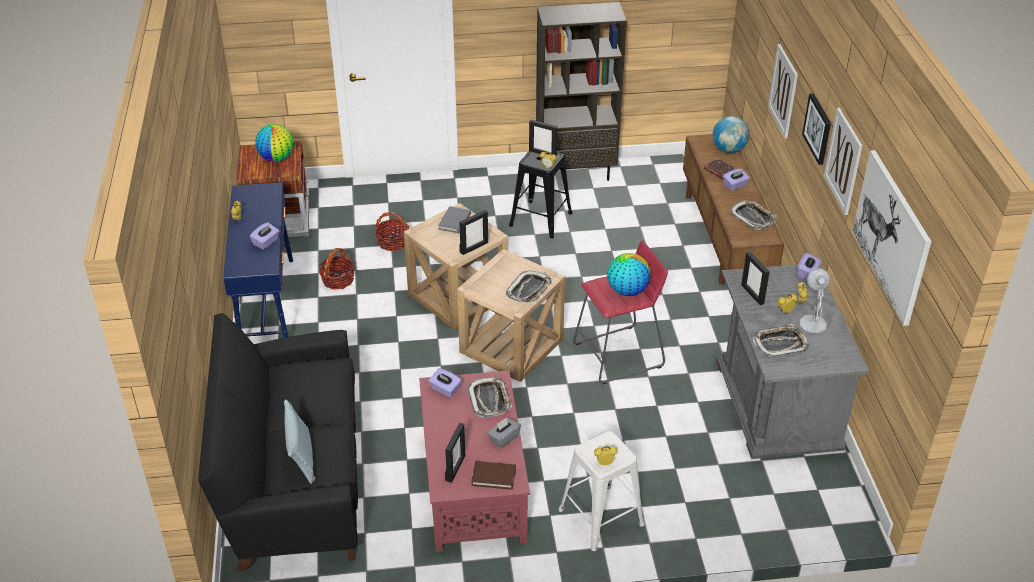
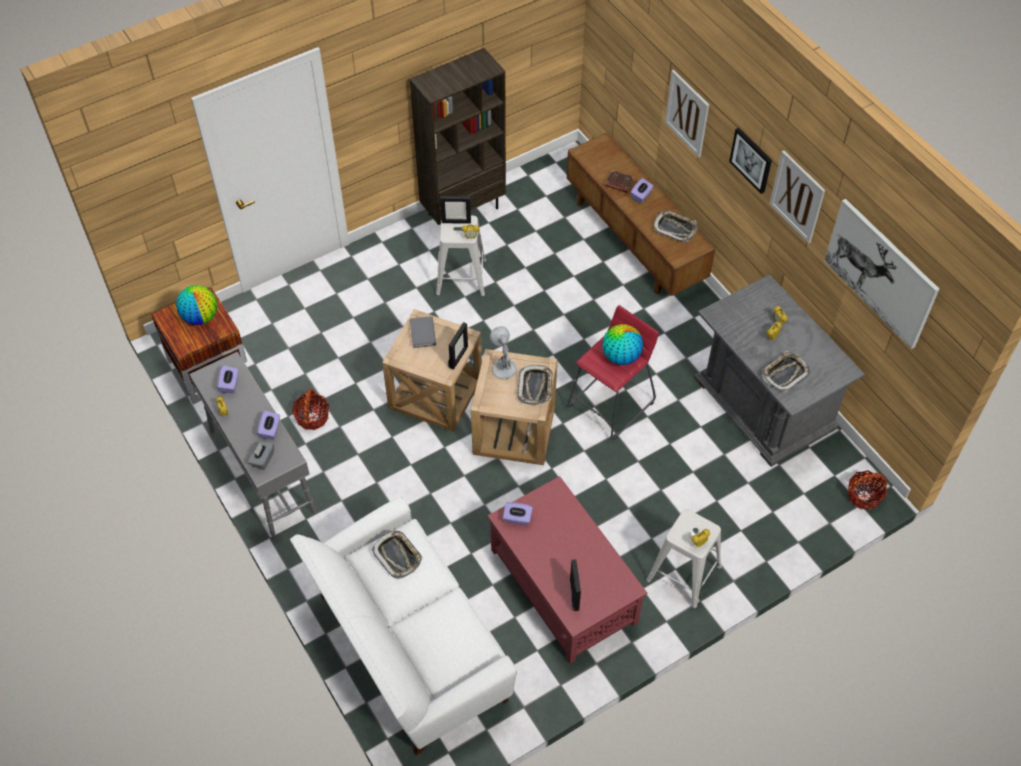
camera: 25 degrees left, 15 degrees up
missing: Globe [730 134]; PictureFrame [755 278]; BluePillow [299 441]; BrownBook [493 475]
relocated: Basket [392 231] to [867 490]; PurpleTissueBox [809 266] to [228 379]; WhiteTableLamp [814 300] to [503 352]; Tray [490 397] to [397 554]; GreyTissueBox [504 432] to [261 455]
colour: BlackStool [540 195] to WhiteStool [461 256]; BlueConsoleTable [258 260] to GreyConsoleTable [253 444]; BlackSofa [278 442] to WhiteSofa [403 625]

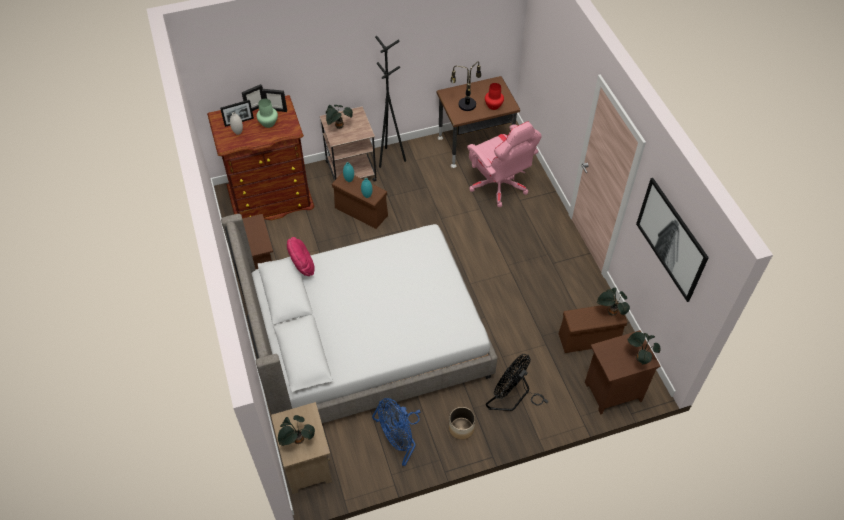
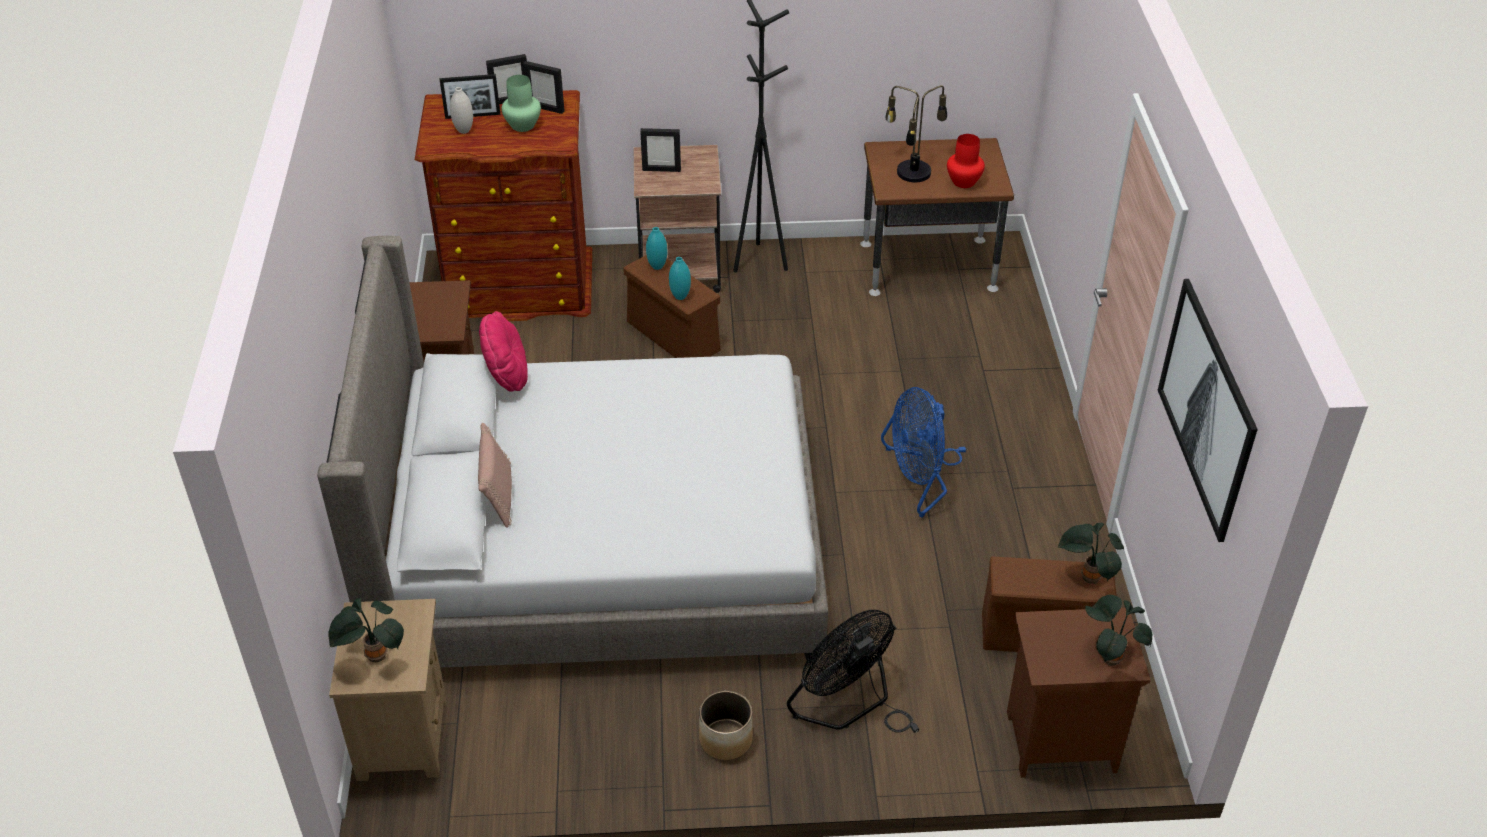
camera: 15 degrees right, 10 degrees down
missing: PinkOfficeChair [504 164]
appeared: BeigePillow [495 475]
relocated: BlueFan [396 432] to [924 452]
exchanged: PottedPlant [339 117] to PictureFrame [660 150]

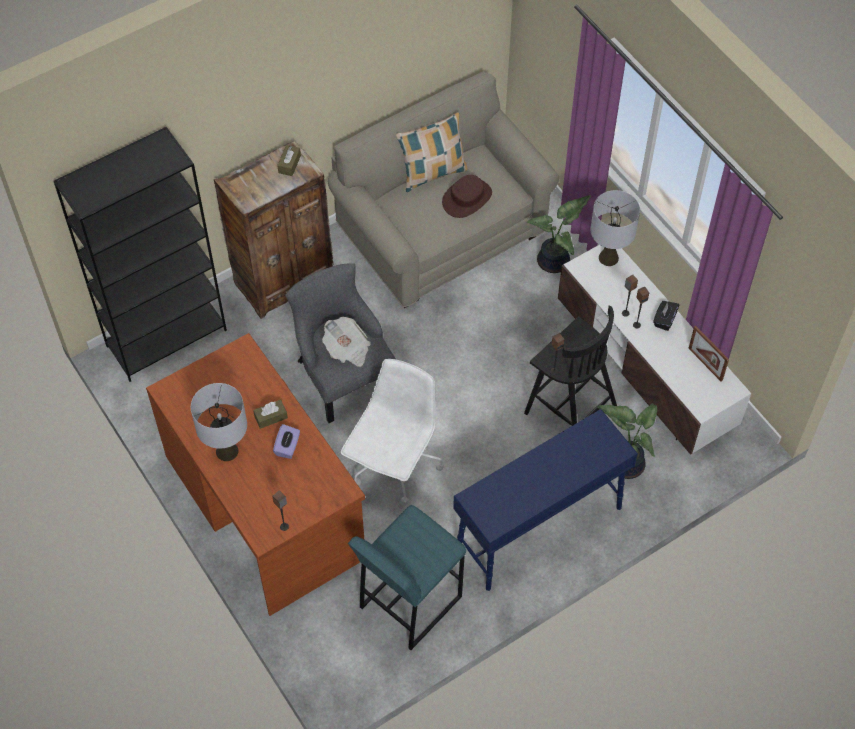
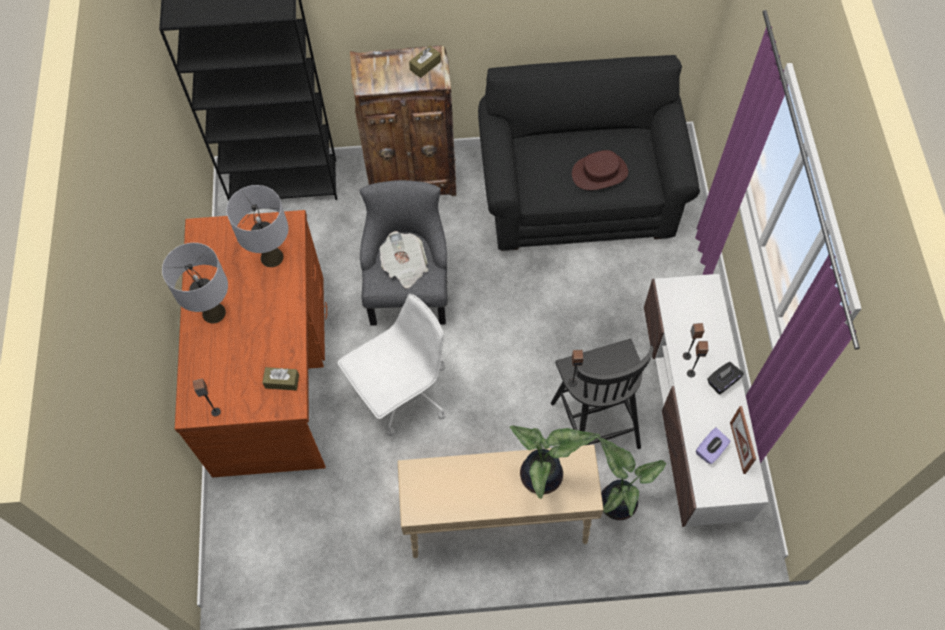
camera: 30 degrees right, 5 degrees up
missing: Pillow [431 152]; TurquoiseStool [407 577]
relocated: GreyTableLamp [615 228] to [257 226]; PottedPlant [559 234] to [554 462]; BrownTissueBox [270 414] to [280 378]; PurpleTissueBox [286 441] to [713 445]
colour: BeigeSofa [444 189] to BlackSofa [589 153]; BlueConsoleTable [545 500] to BeigeConsoleTable [501 501]

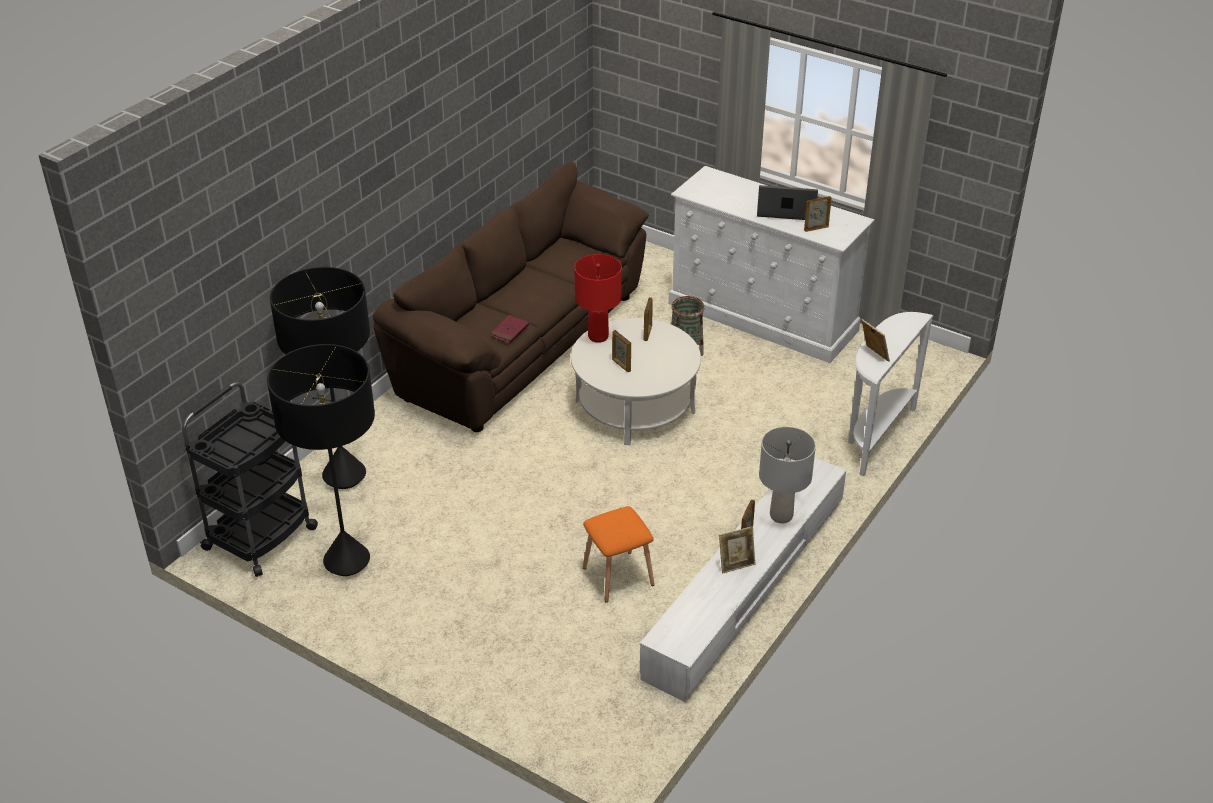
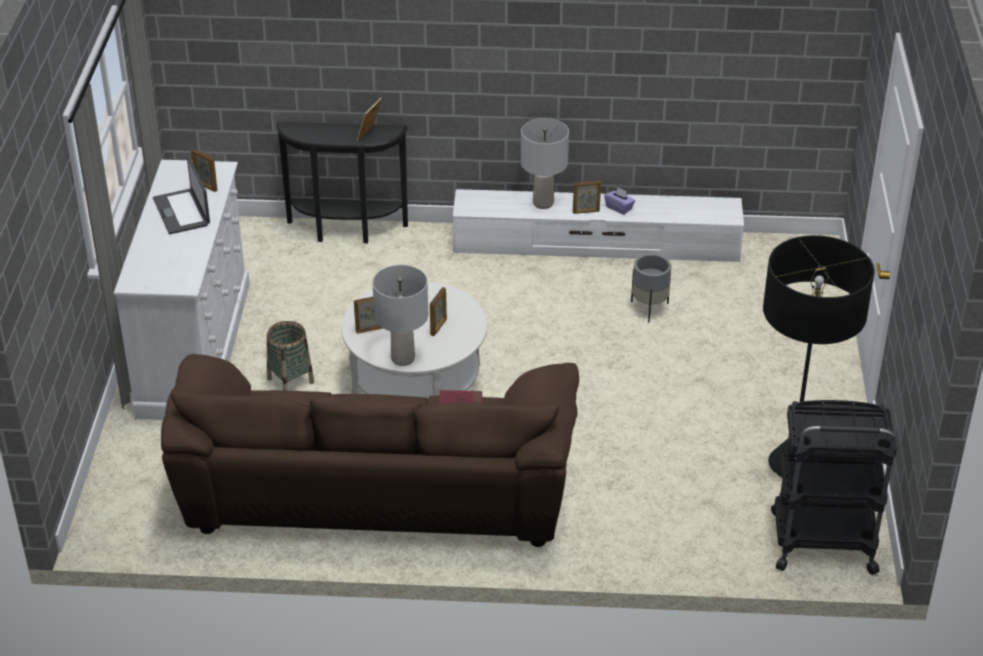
camera: 120 degrees left, 0 degrees up
missing: BlackFloorLamp [320 378]
exchanged: OrangeStool [618 554] to GreyPlanter [651 288]; PictureFrame [737 549] to PurpleTissueBox [619 201]
colour: RedTableLamp [598 298] to GreyTableLamp [400 315]; WhiteConsoleTable [890 394] to BlackConsoleTable [342 182]

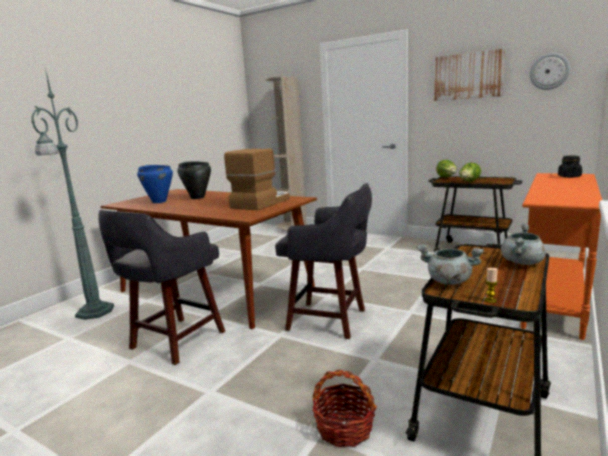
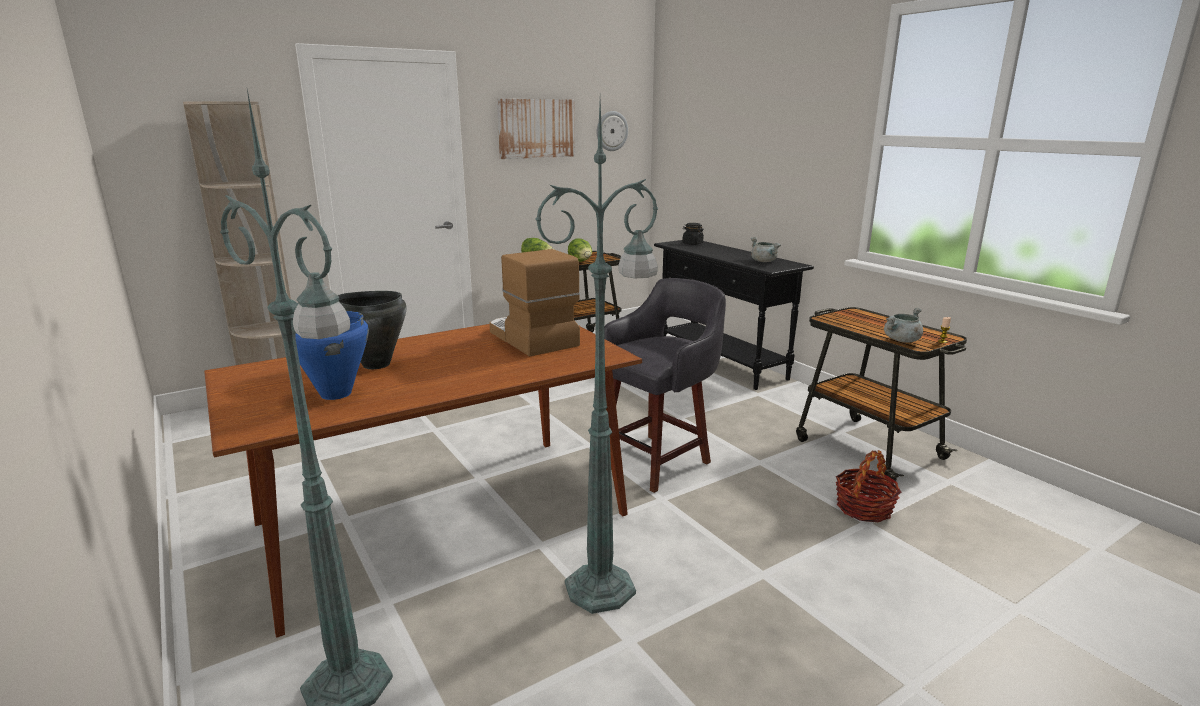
camera: 65 degrees left, 5 degrees up
relocated: GreyCookingPot [523 244] to [765 249]
exchanged: GreyStool [161 287] to GreenFloorLamp [596 358]
colour: OrangeConsoleTable [561 256] to BlackConsoleTable [734 315]

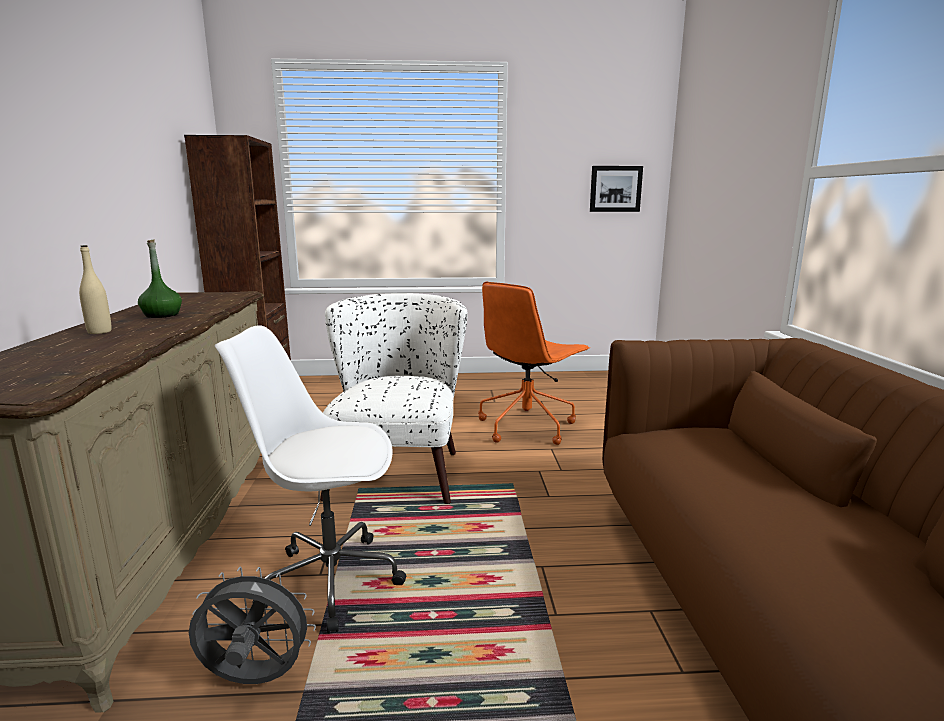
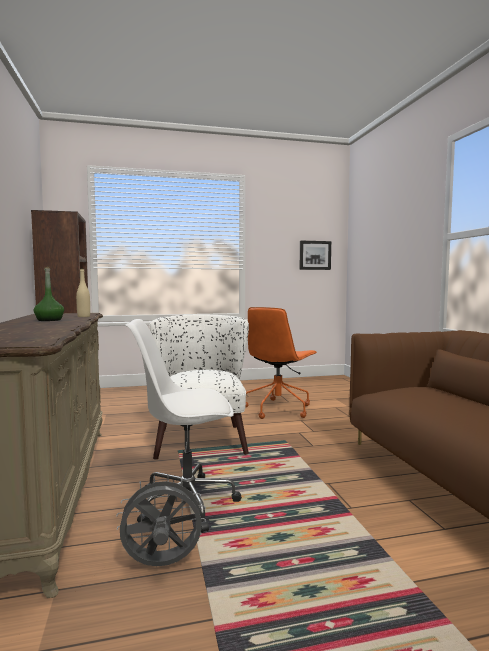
camera: 10 degrees left, 10 degrees down
relocated: BeigeBottle [95 289] to [83 292]

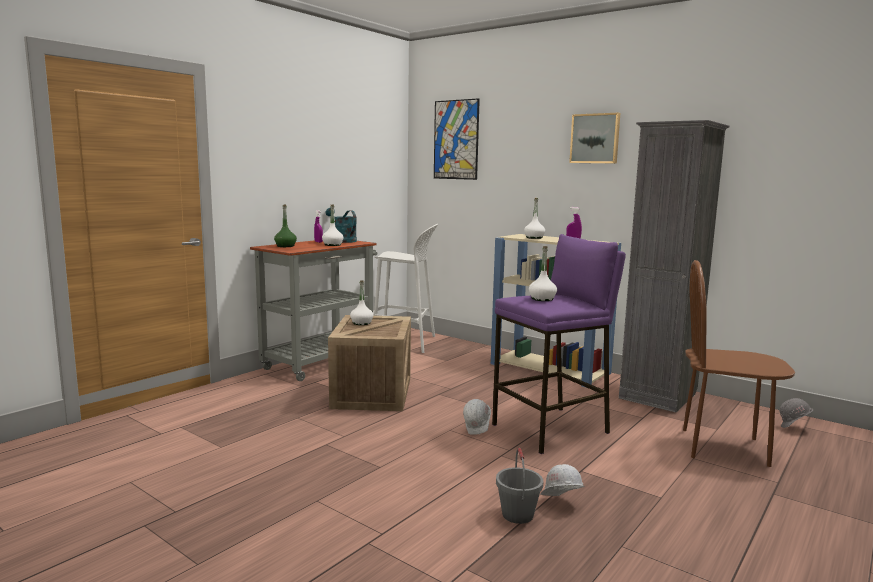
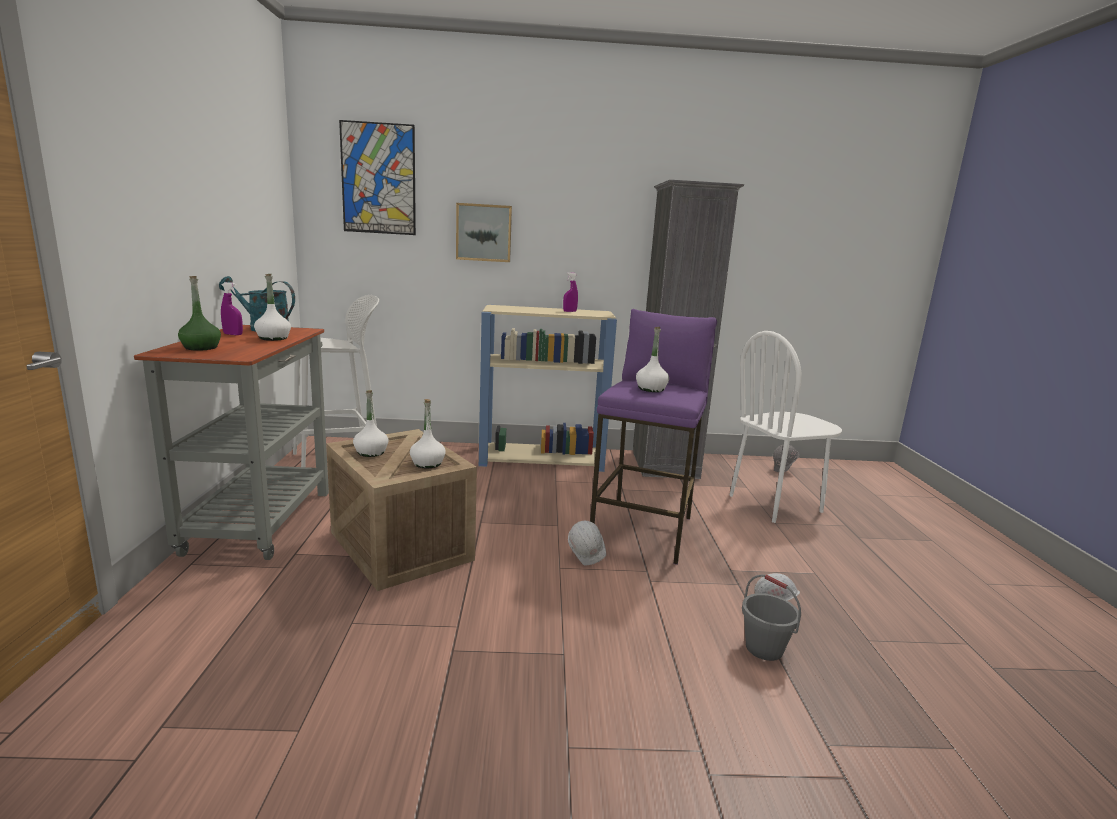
camera: 40 degrees left, 5 degrees up
relocated: Picture [594 138] to [484 232]; WhiteBottle [534 218] to [428 433]
colour: BrownChair [739 363] to WhiteChair [785 427]

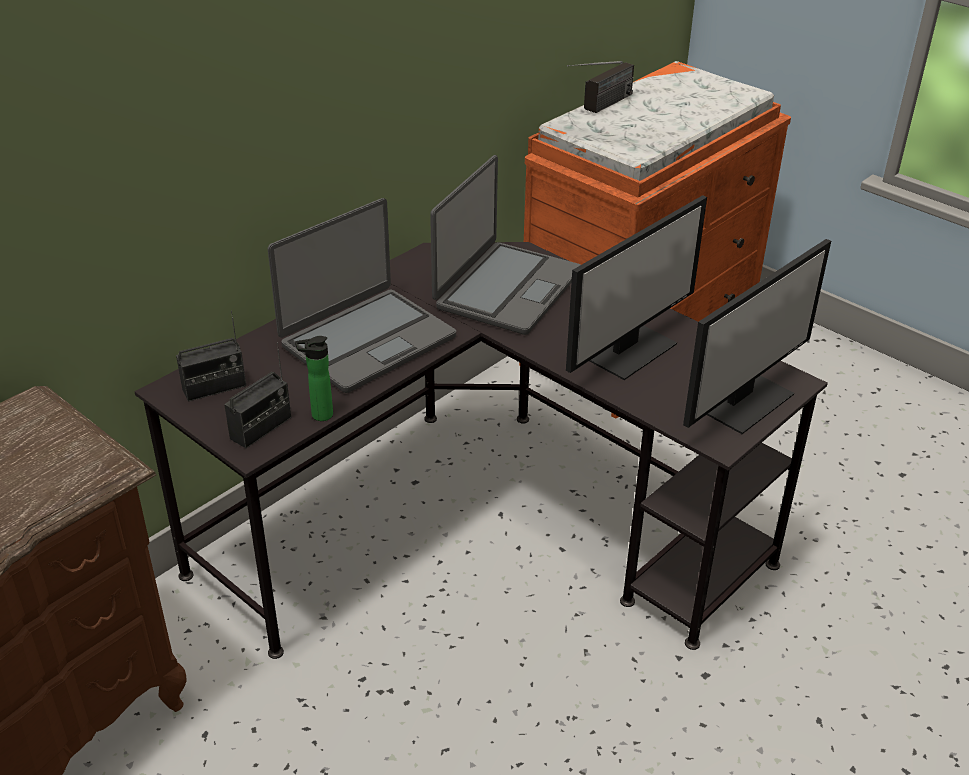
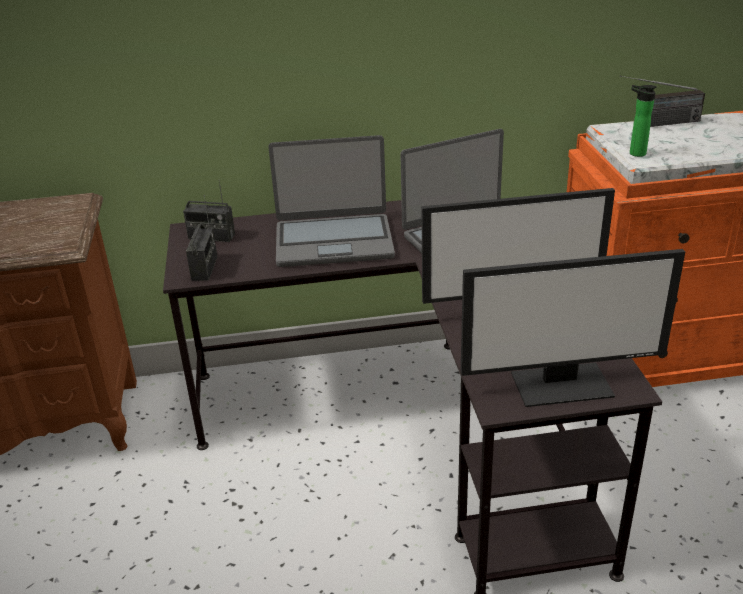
camera: 40 degrees right, 5 degrees down
relocated: Bottle [314 378] to [643 121]
spun: Radio [257 395] = [201 238] 75 degrees counterclockwise

